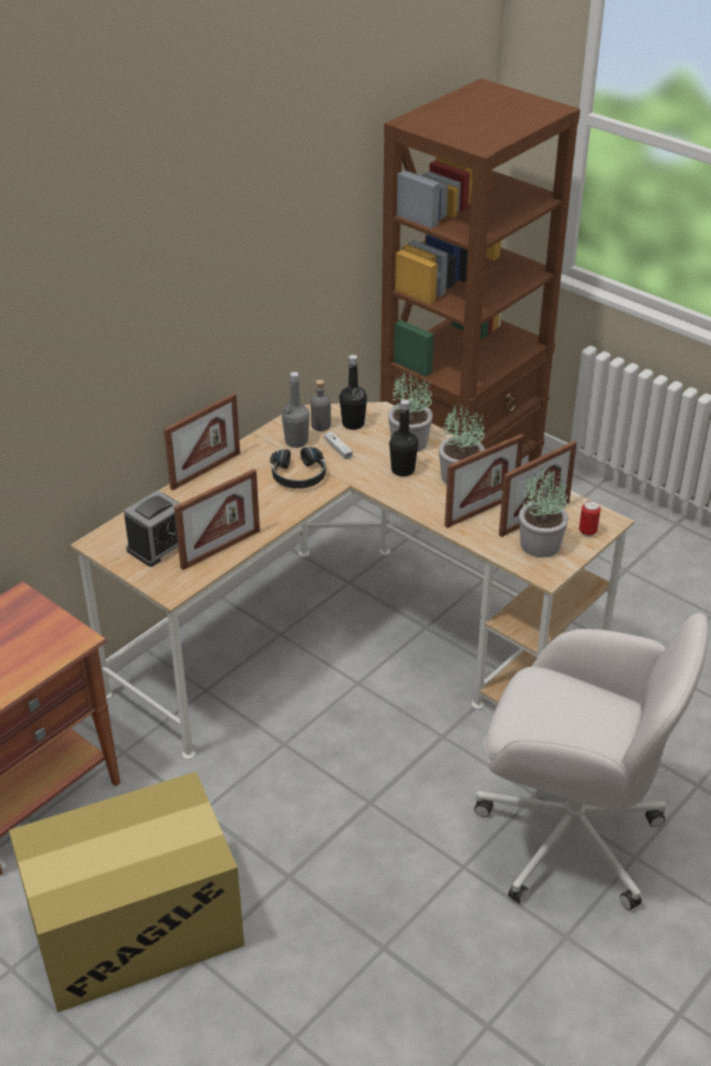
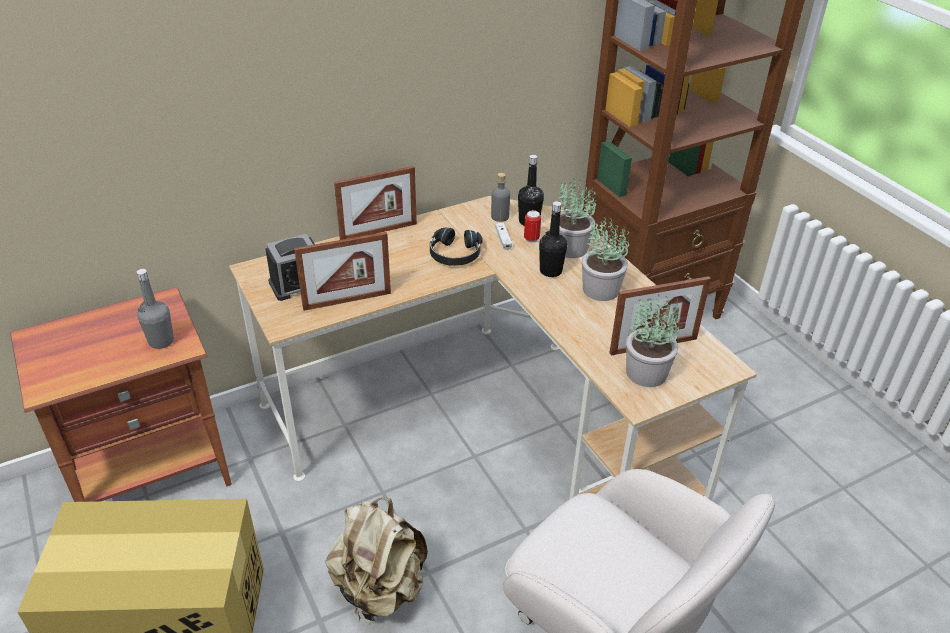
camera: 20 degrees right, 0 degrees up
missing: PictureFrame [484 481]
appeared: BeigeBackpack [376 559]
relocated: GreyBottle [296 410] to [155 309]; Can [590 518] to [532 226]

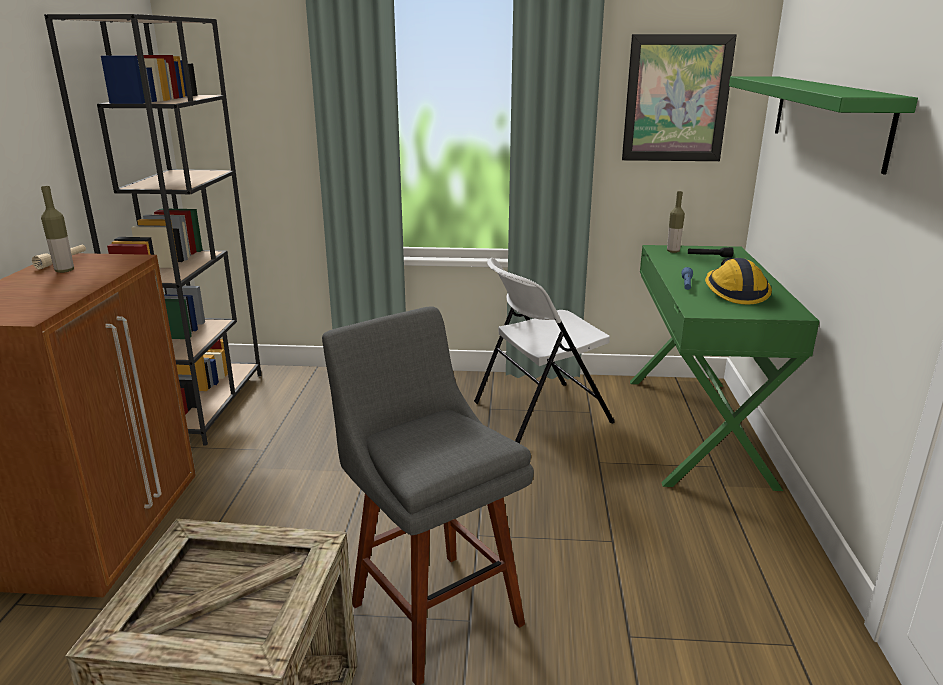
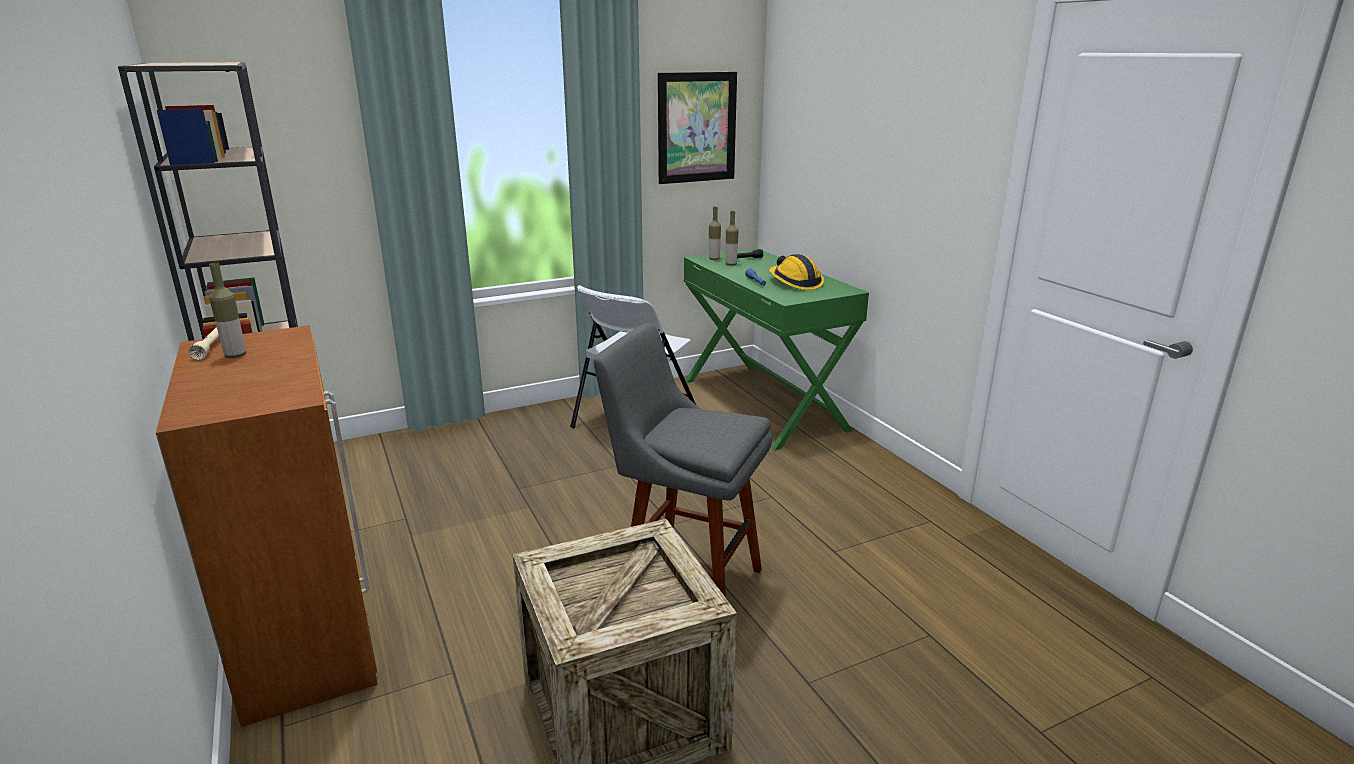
camera: 30 degrees left, 0 degrees up
missing: GreenShelf [823 125]
appeared: Bottle [732 238]

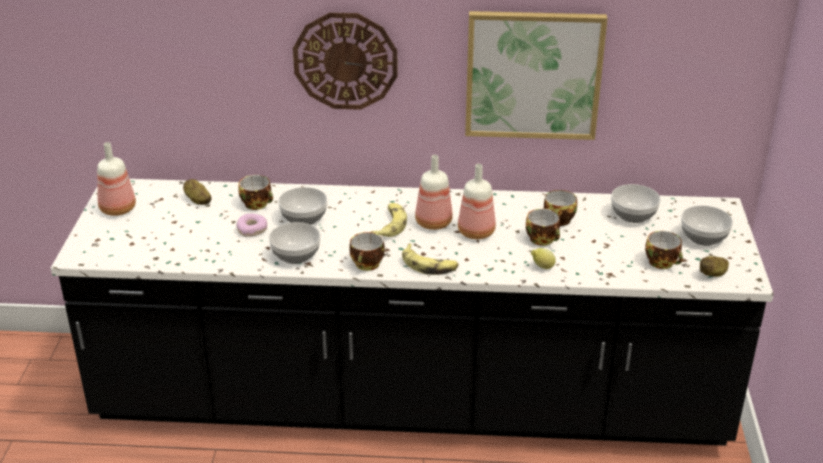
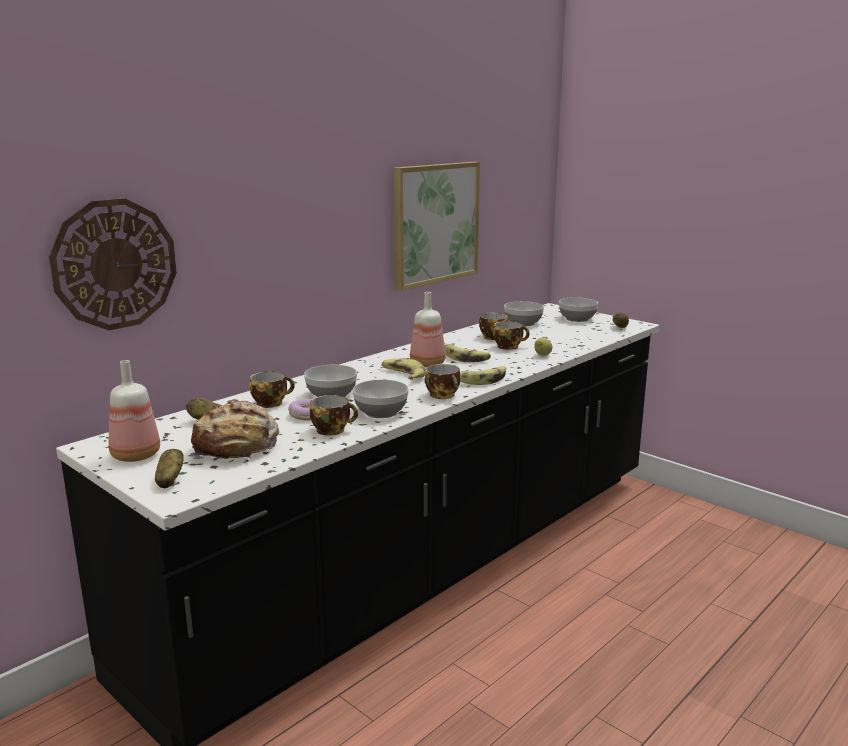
camera: 50 degrees left, 15 degrees down
appeared: Bread [232 429]; Potato [169 468]
relocated: WallClock [345 61] to [113 264]; Cup [664 250] to [333 415]
exchanged: Bottle [477 201] to Banana [468 352]

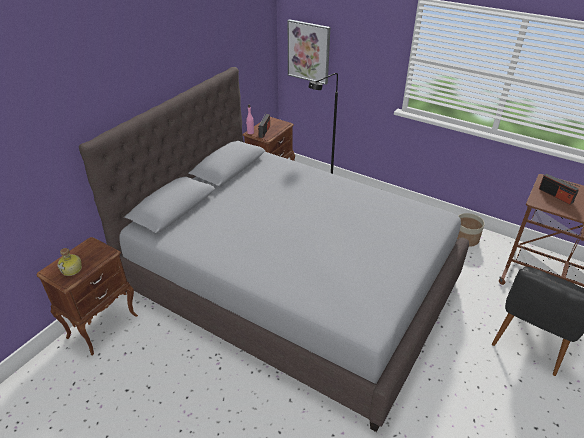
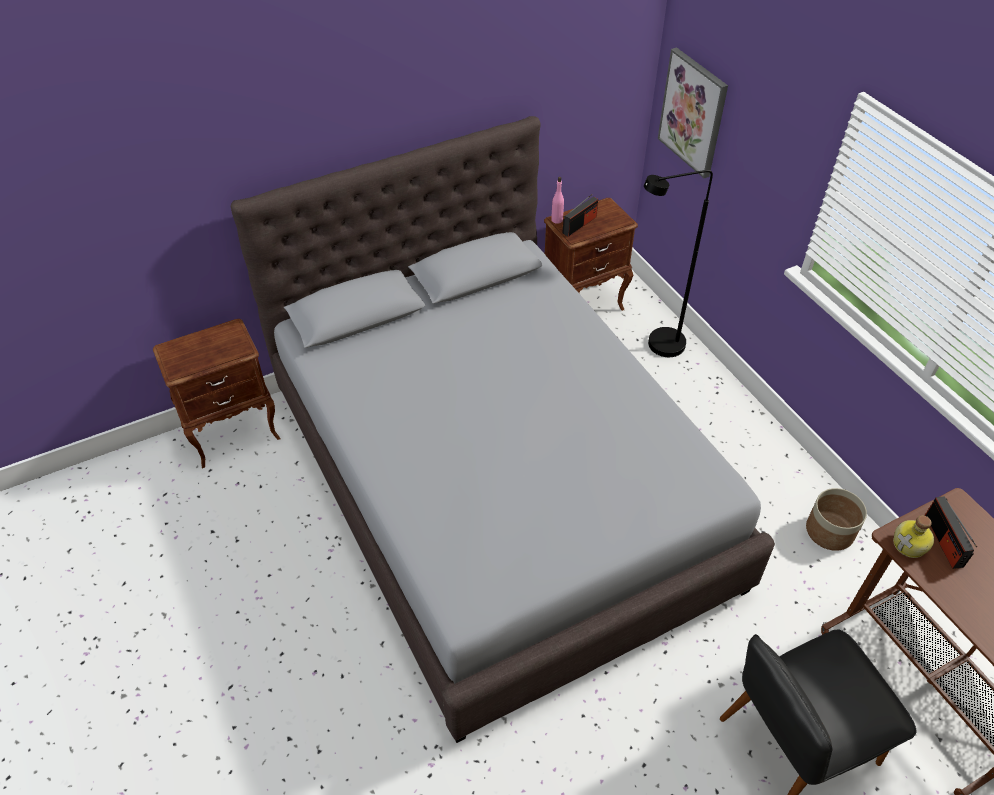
camera: 30 degrees right, 10 degrees up
relocated: Bottle [69 262] to [913 536]

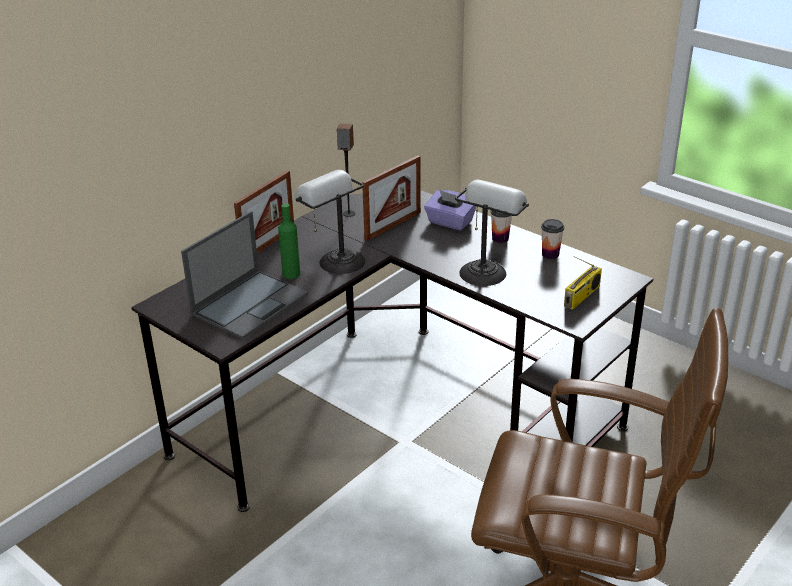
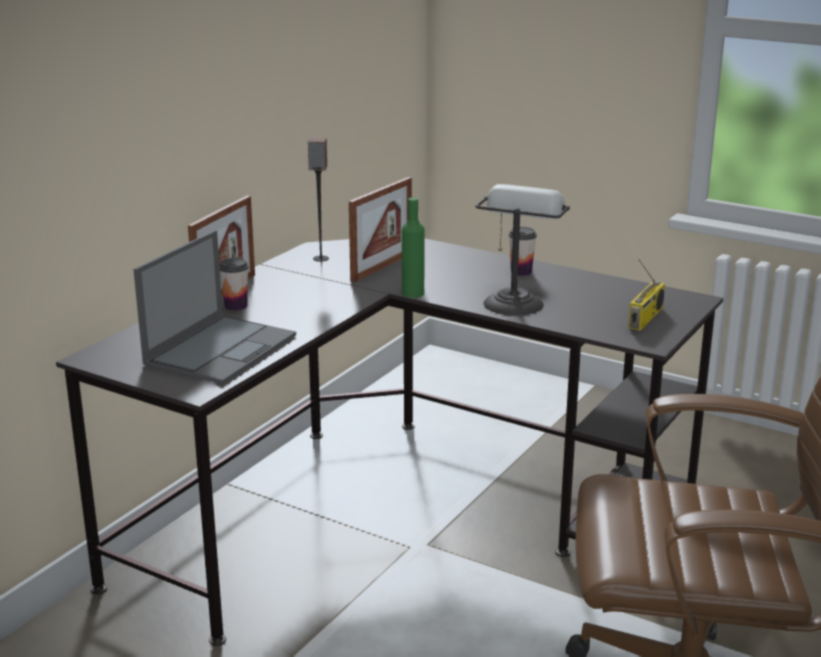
camera: 10 degrees left, 10 degrees down
missing: TableLamp [329 222]; PurpleTissueBox [450 210]
relocated: GreenBottle [289 241] to [413 248]; Cup [552 239] to [234 284]

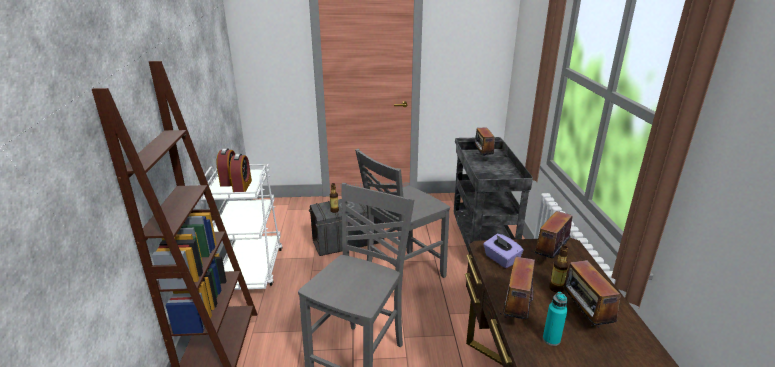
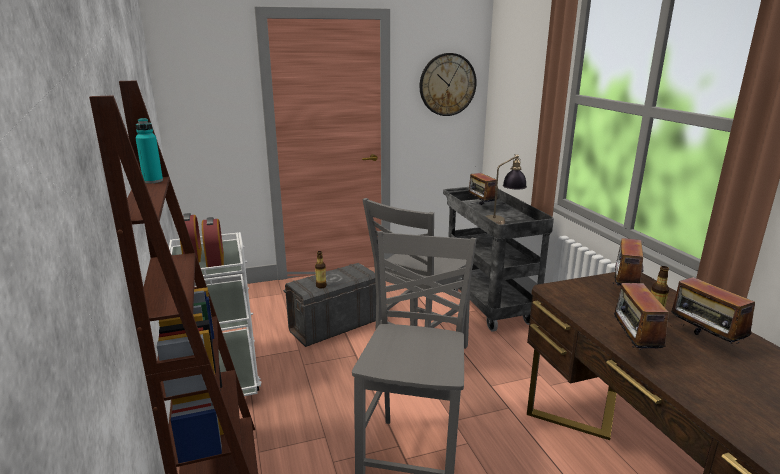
camera: 15 degrees left, 5 degrees down
missing: PurpleTissueBox [503 251]
appeared: WallClock [448 84]; TableLamp [506 189]
relocated: TurquoiseBottle [555 319] to [149 151]

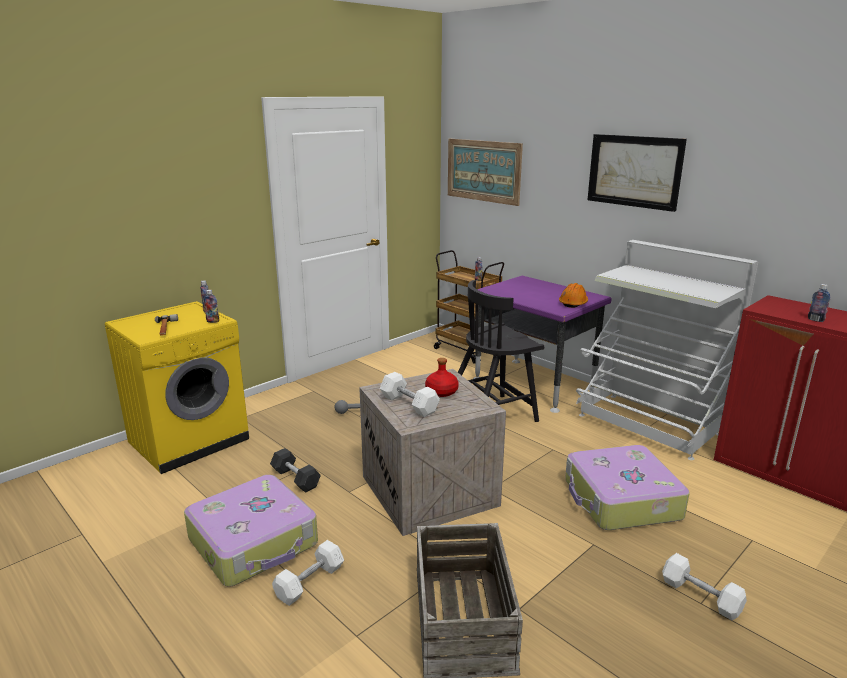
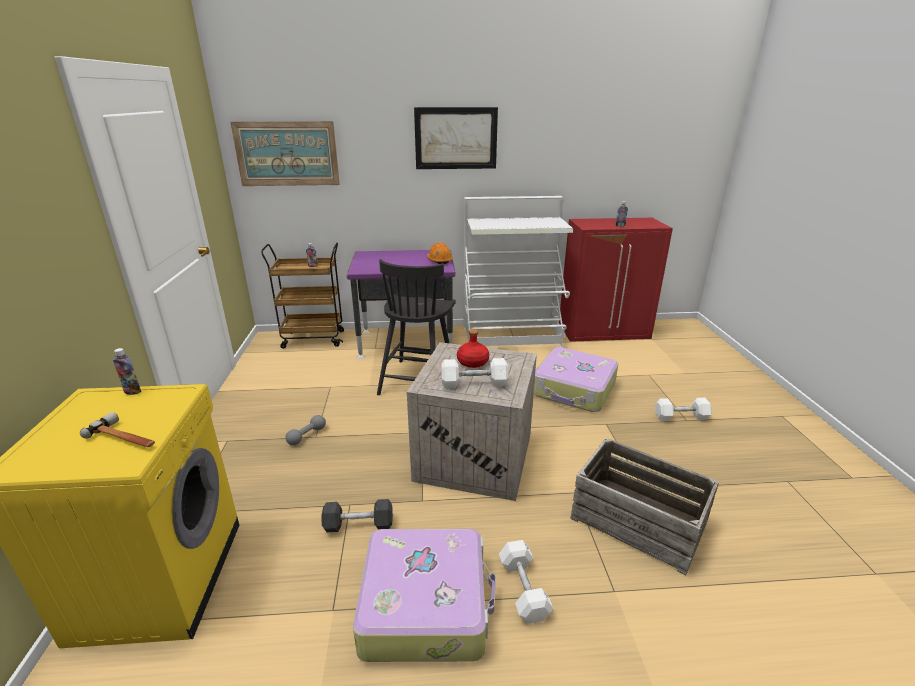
camera: 50 degrees left, 5 degrees up
missing: Bottle [211 306]

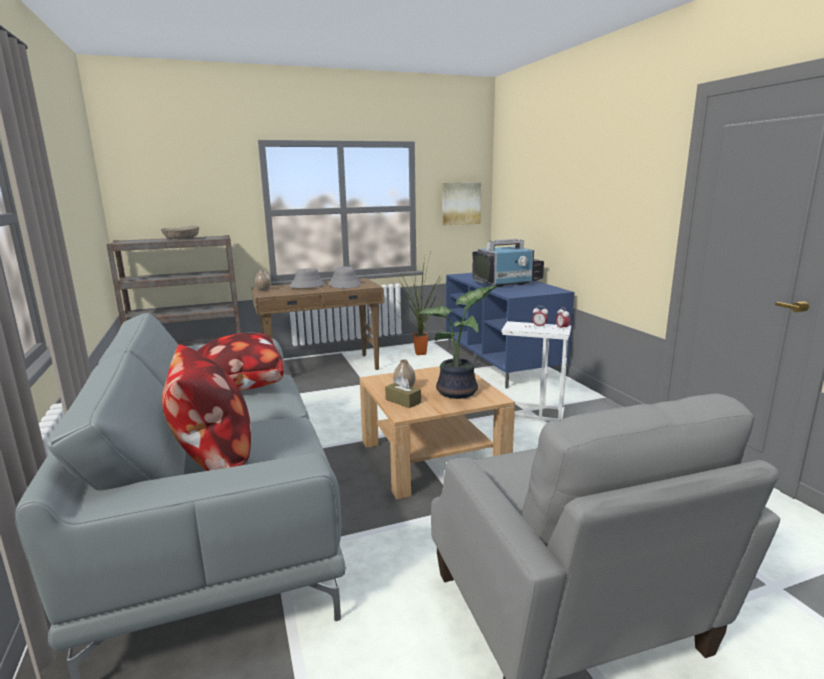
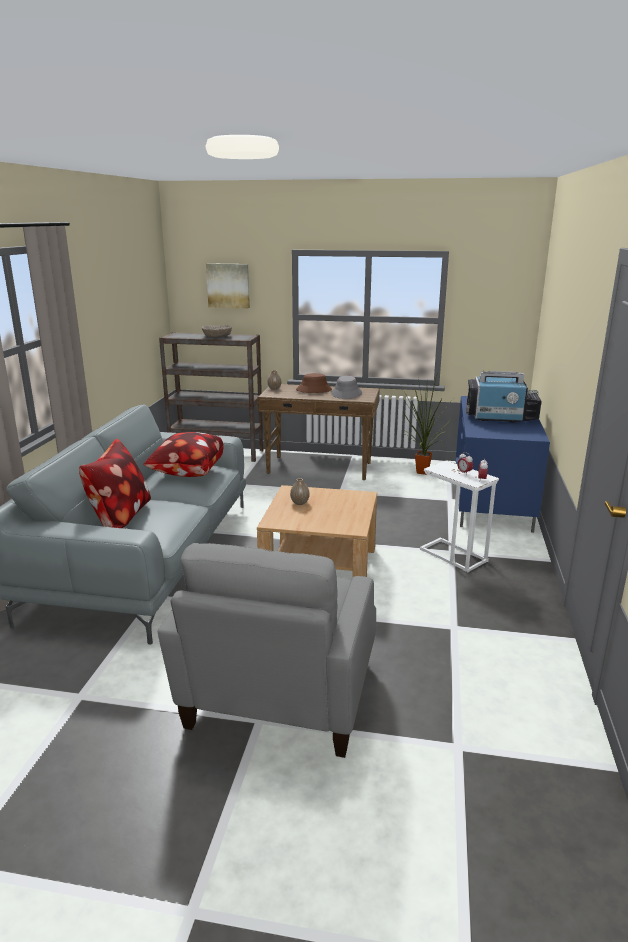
camera: 30 degrees right, 5 degrees up
missing: PottedPlant [458 342]; BrownTissueBox [403 391]
relocated: Picture [461 203] to [228 285]
colour: GreyHat [307 278] to BrownHat [314 383]

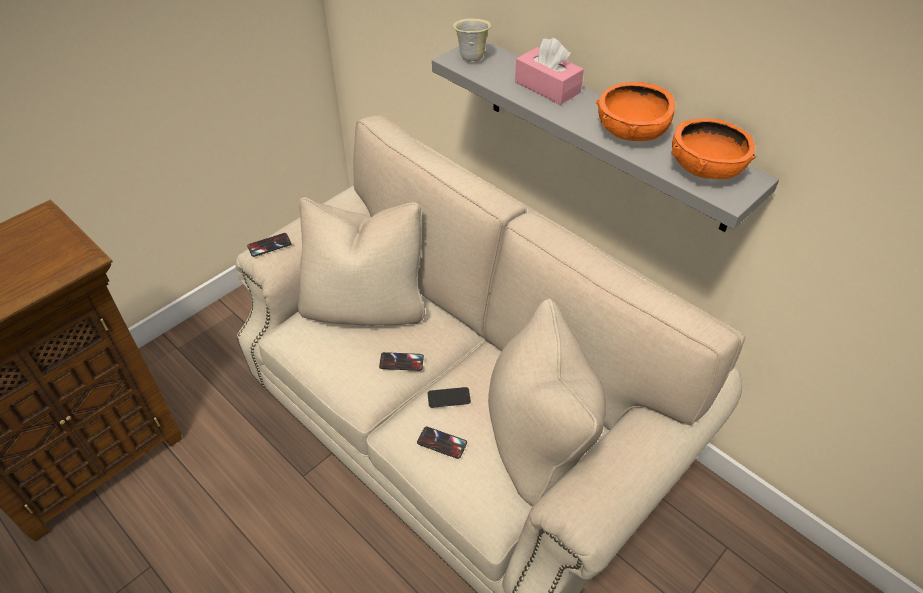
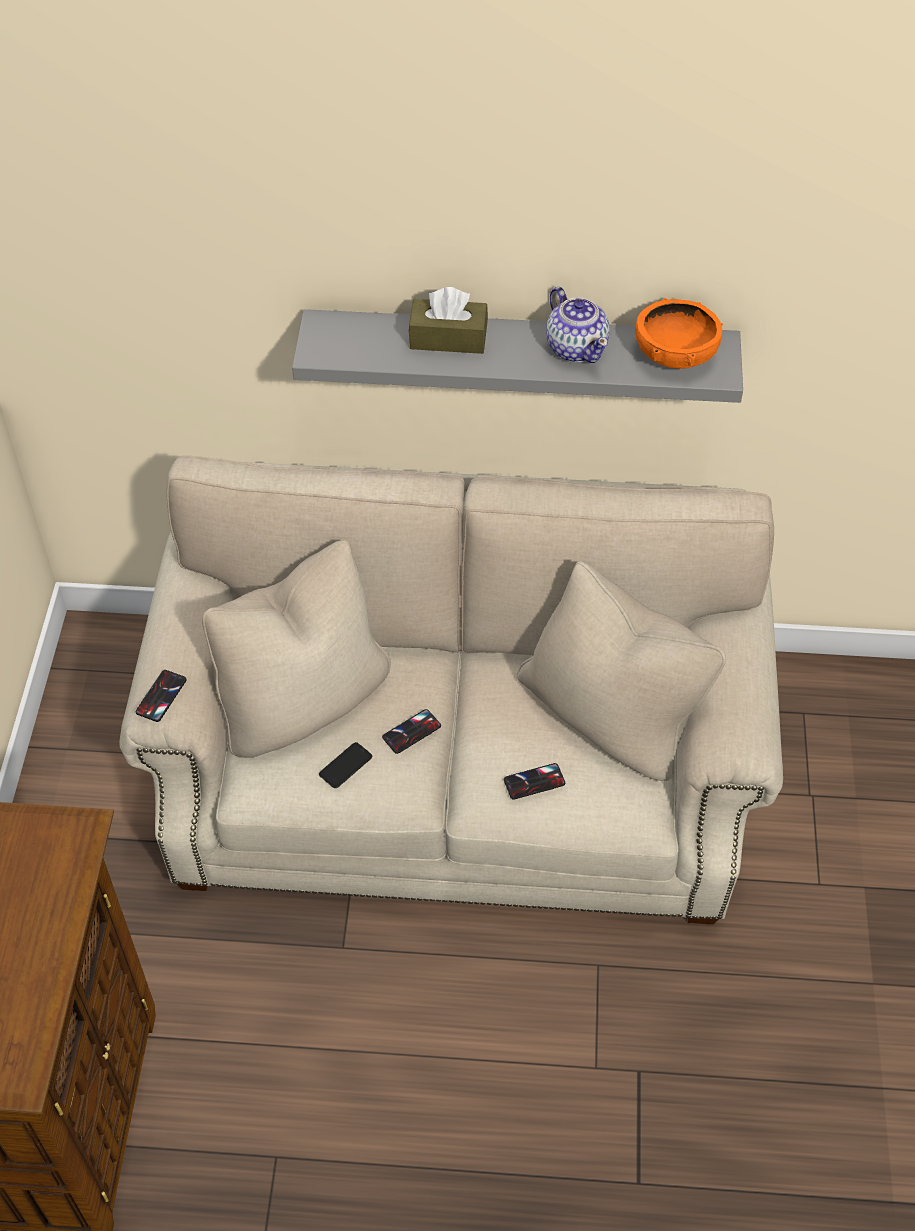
camera: 40 degrees left, 5 degrees up
missing: BeigeMug [472 40]
relocated: Phone [449 397] to [345 765]
exchanged: OrangeBowl [635 111] to Teapot [578 325]
colour: PinkTissueBox [549 71] to BrownTissueBox [448 320]

